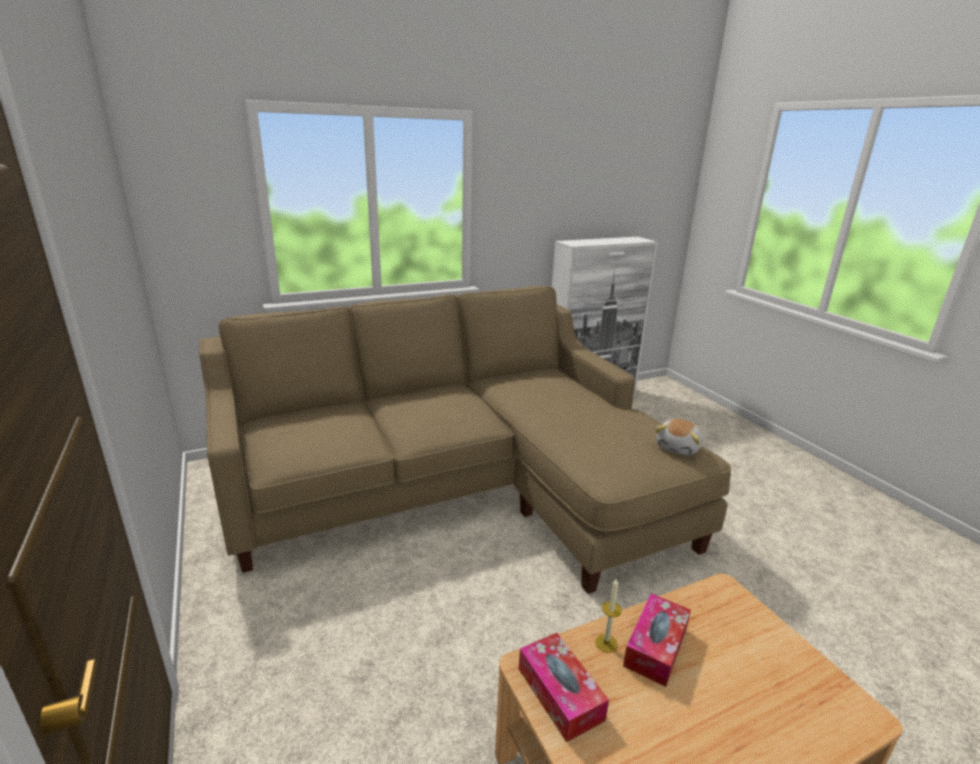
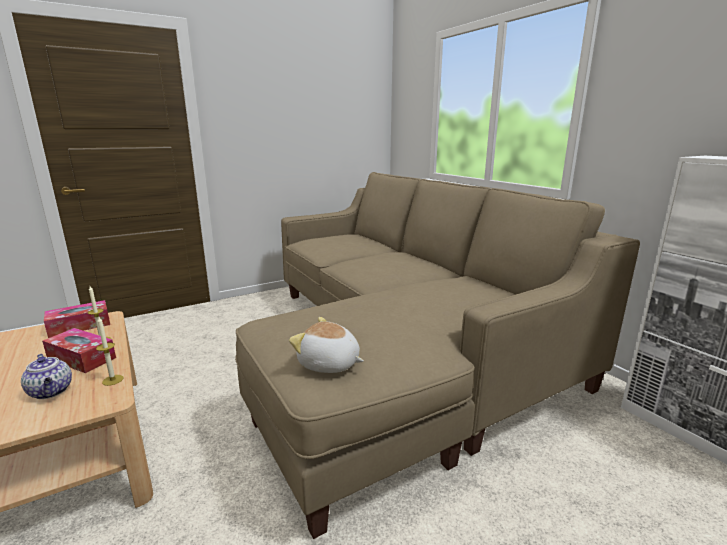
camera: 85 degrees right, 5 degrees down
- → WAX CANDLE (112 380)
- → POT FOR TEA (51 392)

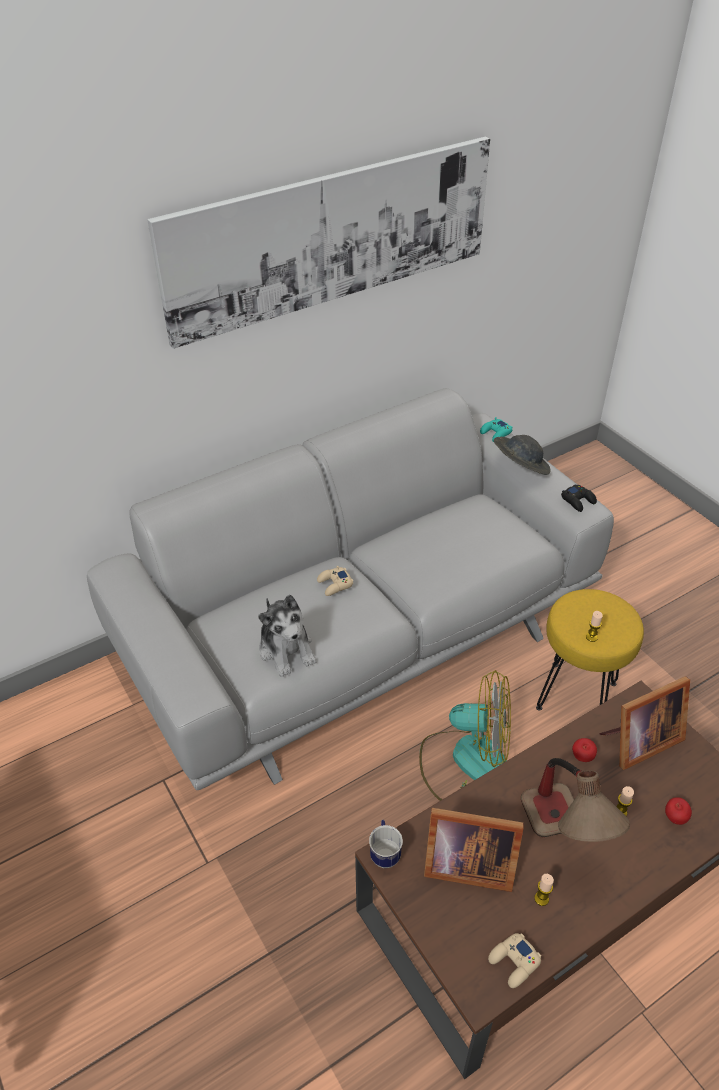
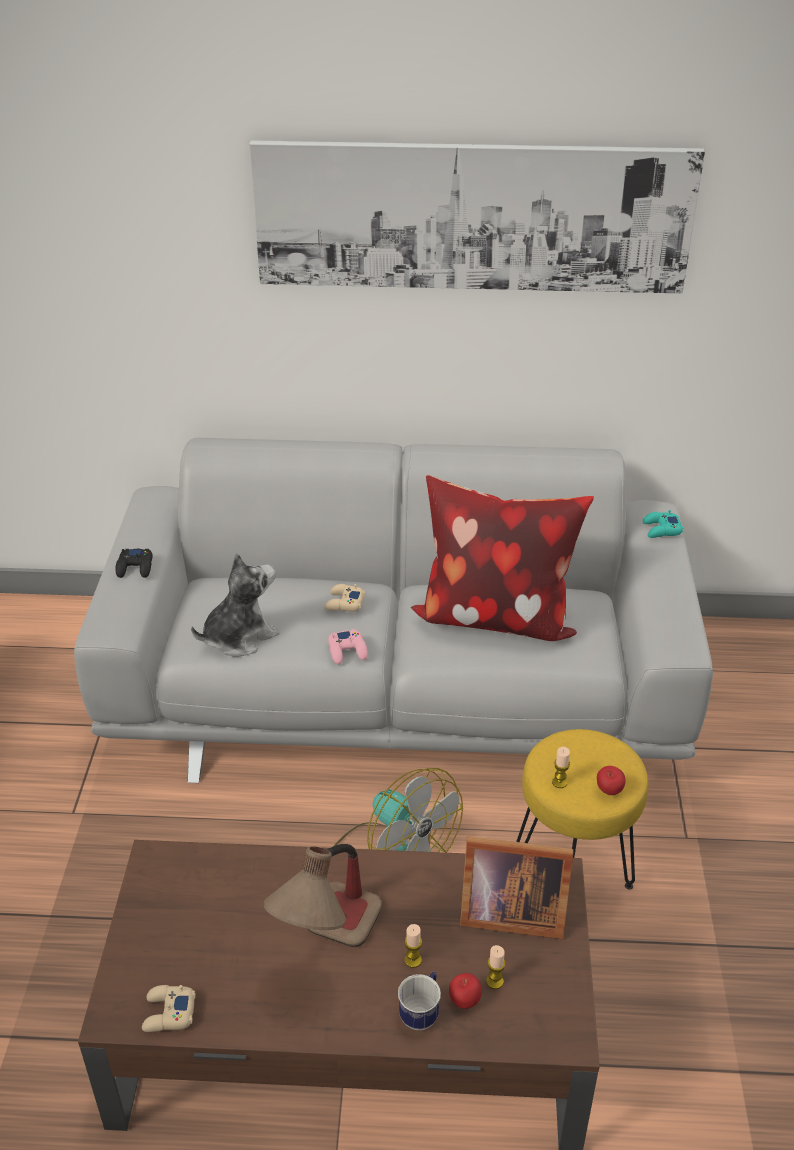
camera: 35 degrees right, 5 degrees down
GREYISH HAT (519 467) → -
BLACK-COLOURED JOYPAD (578 501) → BLACK-COLOURED JOYPAD (135 567), moved
SOFT TOY (287 649) → SOFT TOY (239 636), 135 degrees counterclockwise
APPLE FRUIT (582 758) → APPLE FRUIT (608 791), moved
PHOTO FRAME (465 863) → -
COFFEE MUG (384 852) → COFFEE MUG (421 1012), moved
WAX CANDLE (541 898) → WAX CANDLE (494 981), moved
- → THROW PILLOW (495 616)
- → PINKISH JOYPAD (347 651)

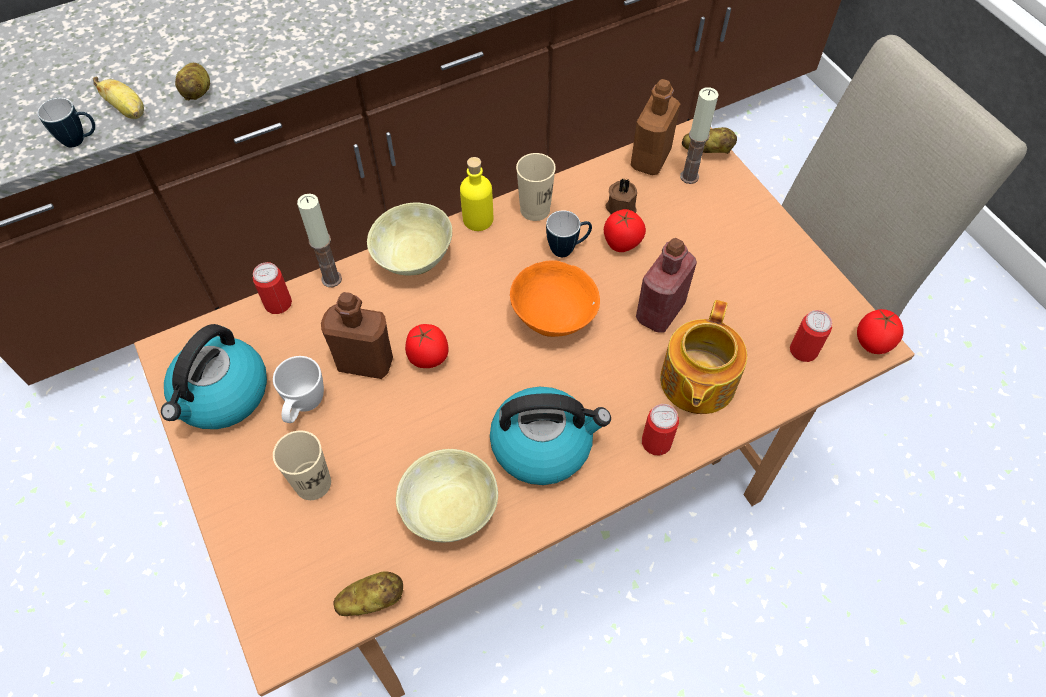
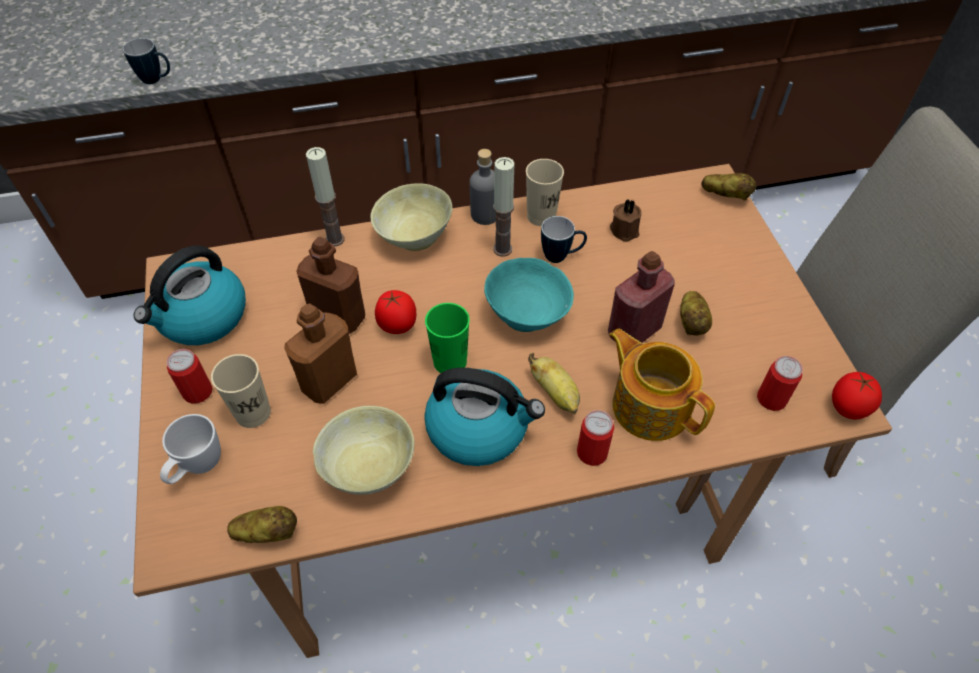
camera: 15 degrees right, 5 degrees down
POTATO (198 92) → POTATO (692 323), moved
BANANA (128 110) → BANANA (555 393), moved
BROWN BOTTLE (650 159) → BROWN BOTTLE (329 381), moved
WAX CANDLE (689 176) → WAX CANDLE (502 249), moved
YELLOW-COLOURED BOTTLE (478 219) → GREYISH BOTTLE (485 214)
TOMATO (622 243) → -
ORANGEY BOWL (554 319) → TURQUOISE-COLOURED BOWL (528 316)
CAN (278 303) → CAN (198 392), moved
POT FOR TEA (696 382) → POT FOR TEA (650 405), 105 degrees clockwise
WHITE-COLOURED COFFEE MUG (304 407) → WHITE-COLOURED COFFEE MUG (197 468), moved
- → GREENISH DRINKING CUP (450 361)

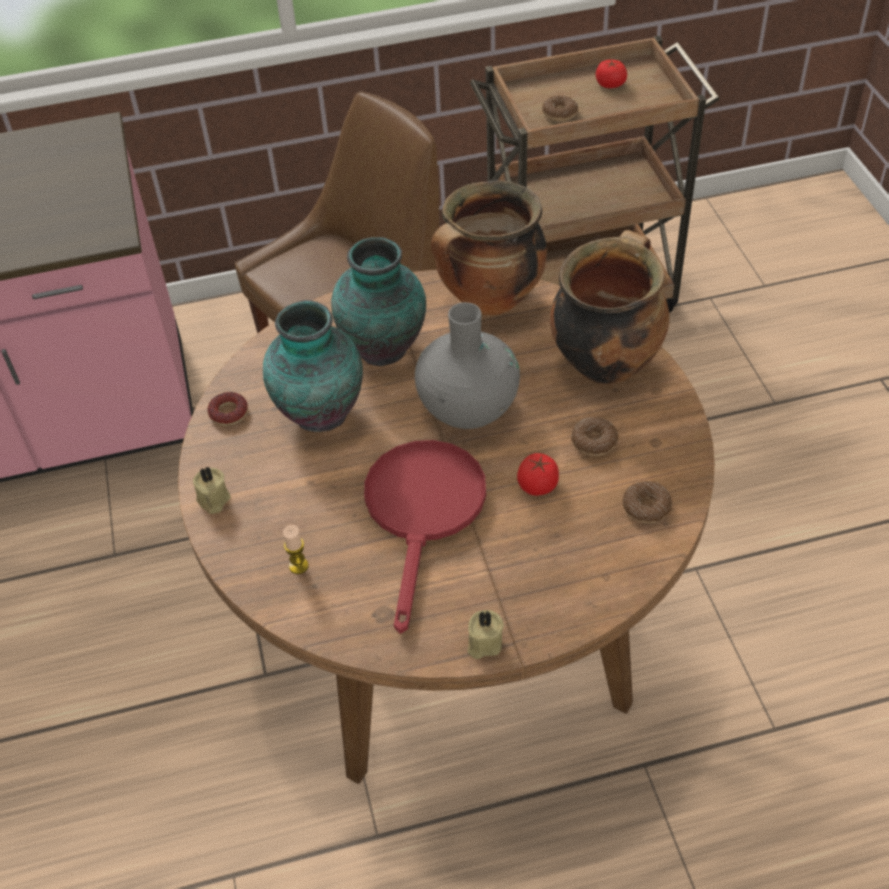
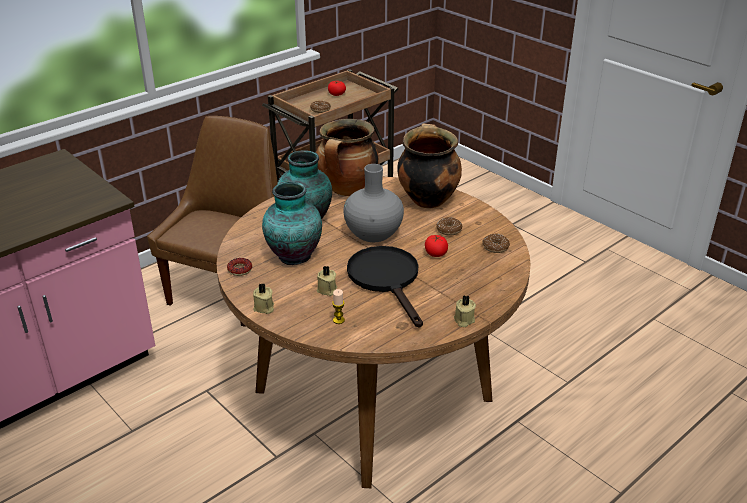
camera: 30 degrees left, 15 degrees down
REDDISH PAN (424 512) → BLACK-COLOURED PAN (387 280)
- → BEIGE WAX CANDLE (327 290)

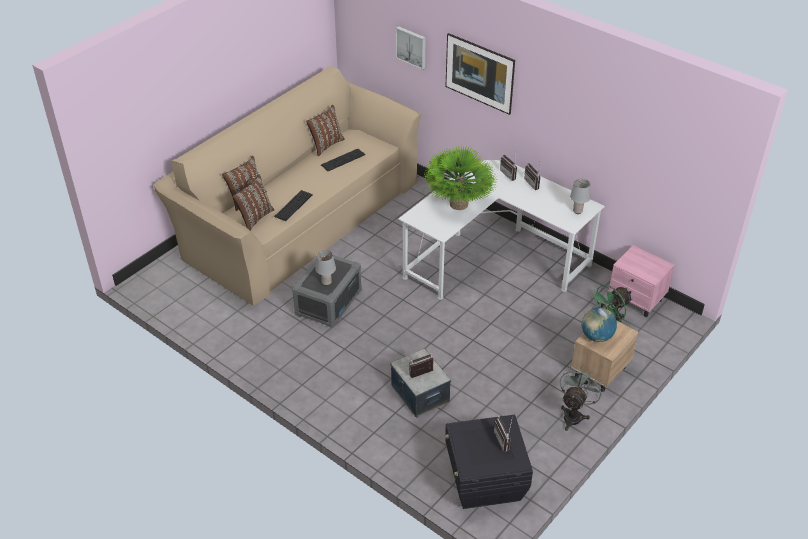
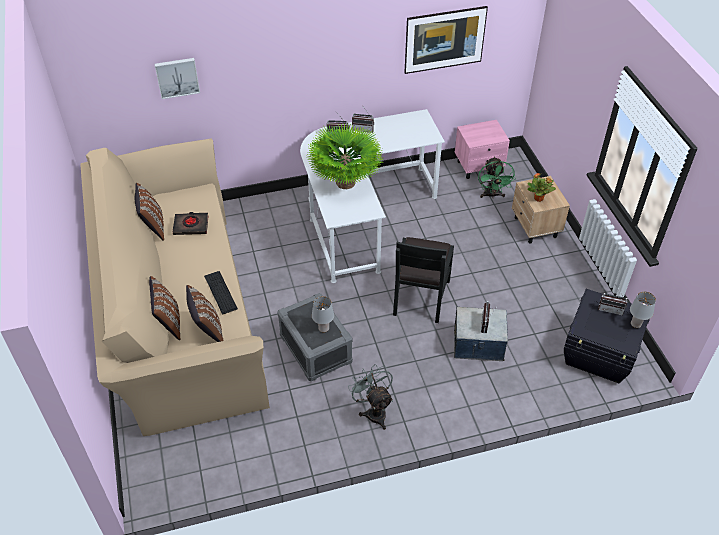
camera: 55 degrees left, 5 degrees up
WALL PICTURE (478 86) → WALL PICTURE (443 53), moved
COMPUTER KEYBOARD (343 160) → BLACK-COLOURED BOOK (191 226)
GREYISH TABLE LAMP (578 211) → GREYISH TABLE LAMP (635 324), moved
GLOBE (596 336) → PLANT IN A POT (539 199)
GREYISH FAN (574 414) → GREYISH FAN (374 411), moved
- → BLACK-COLOURED PLAIN CHAIR (420 297)

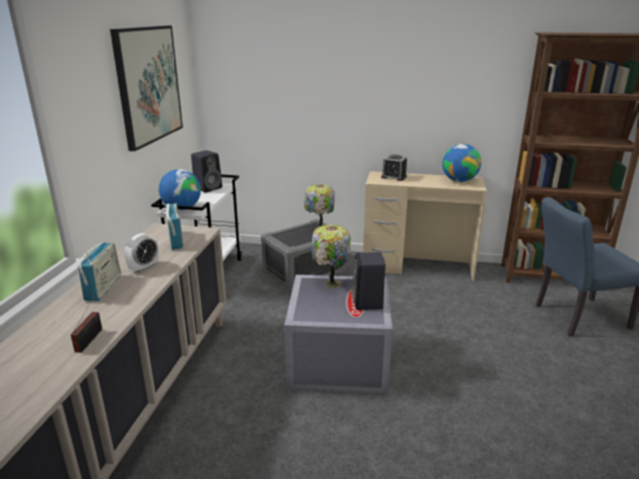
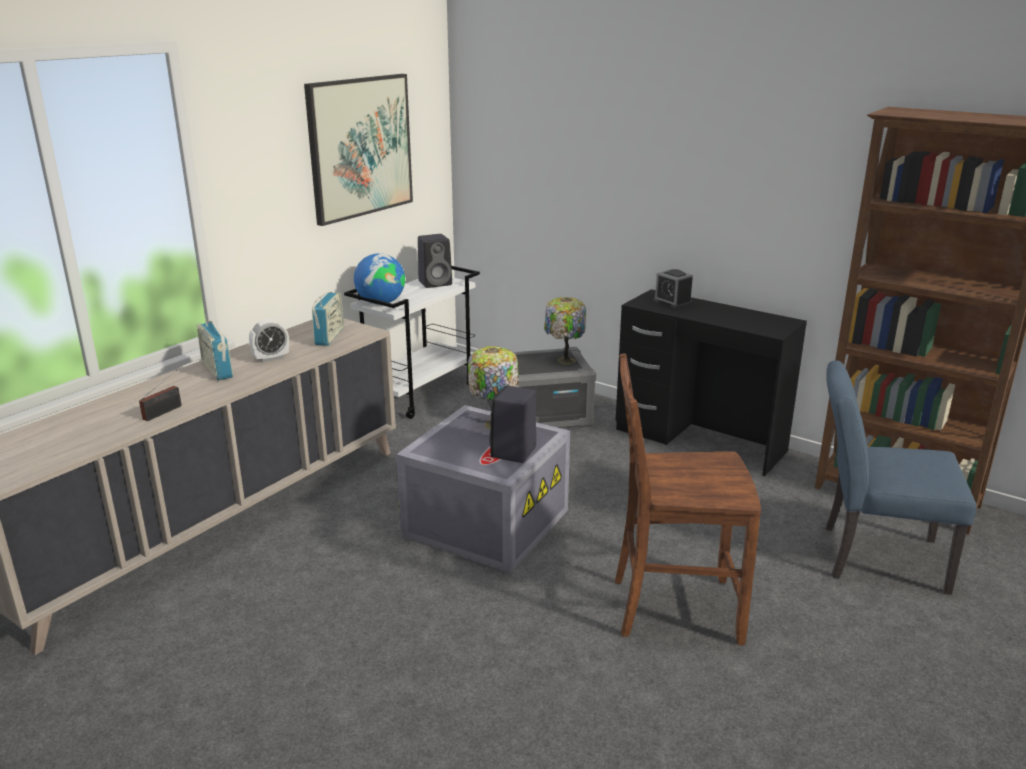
camera: 25 degrees right, 0 degrees up
GLOBE (459 181) → -
BEIGE DESK TABLE (417 266) → BLACK-COLOURED DESK TABLE (700 440)
RADIO RECEIVER (103 287) → RADIO RECEIVER (217 370), 120 degrees clockwise
- → BROWN PLAIN CHAIR (672 608)

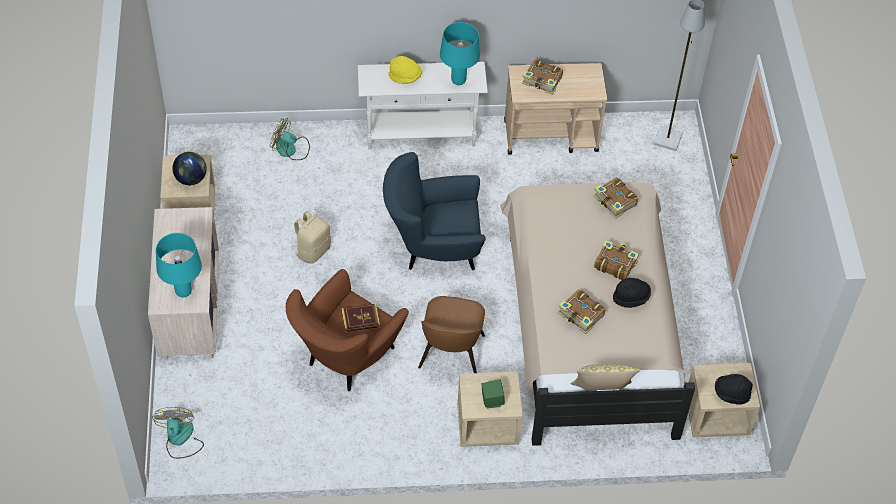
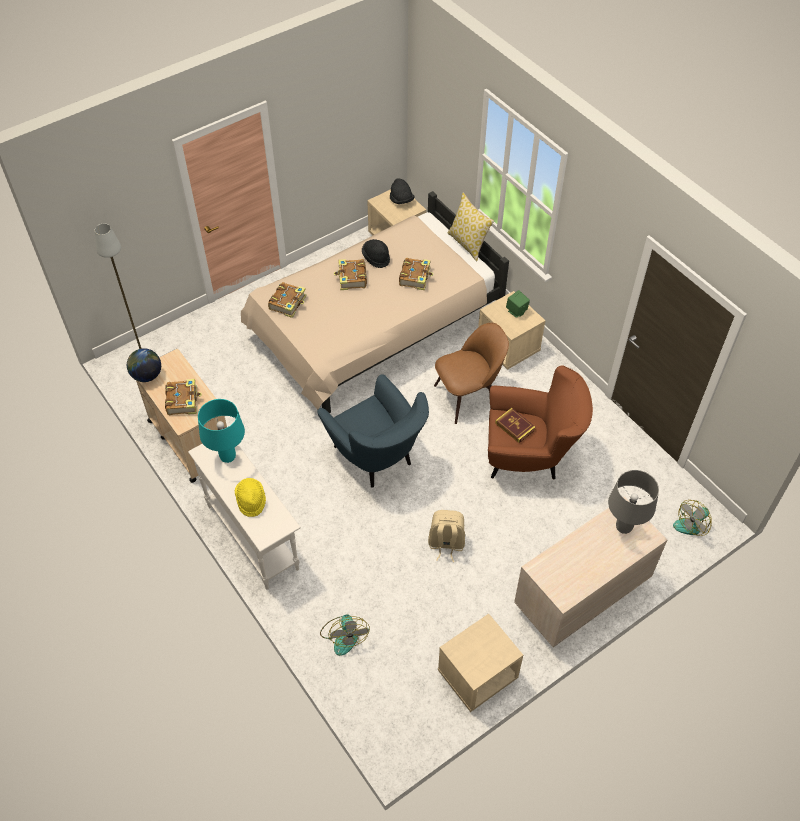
camera: 120 degrees left, 0 degrees up
GLOBE (191 179) → GLOBE (147 375), moved
TURQUOISE-COLOURED TABLE LAMP (183 292) → GREYISH TABLE LAMP (624 527)

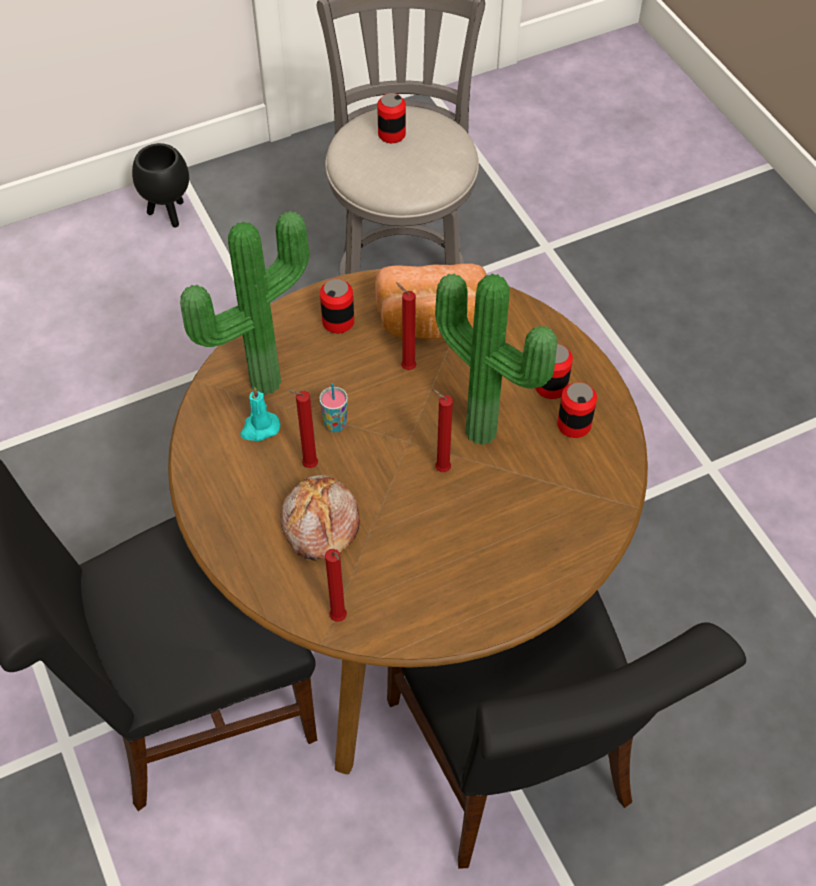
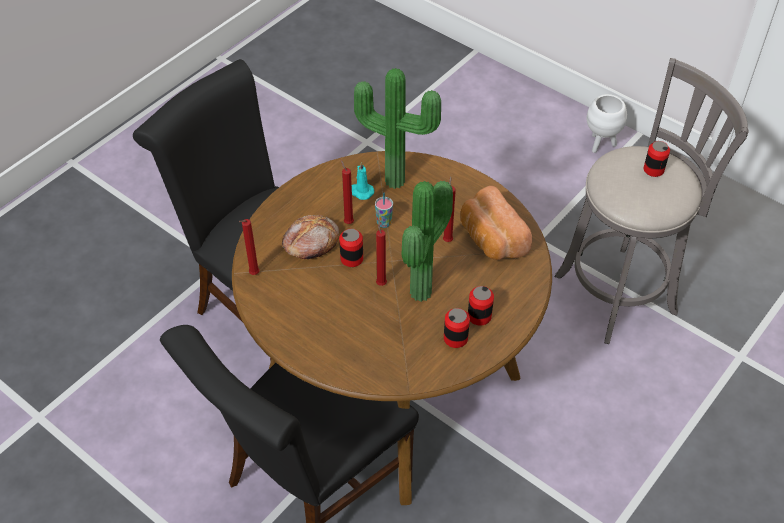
camera: 65 degrees right, 5 degrees down
BLACK-COLOURED PLANT POT (169 214) → WHITE-COLOURED PLANT POT (601 144)
CAN (338 322) → CAN (351 259), moved

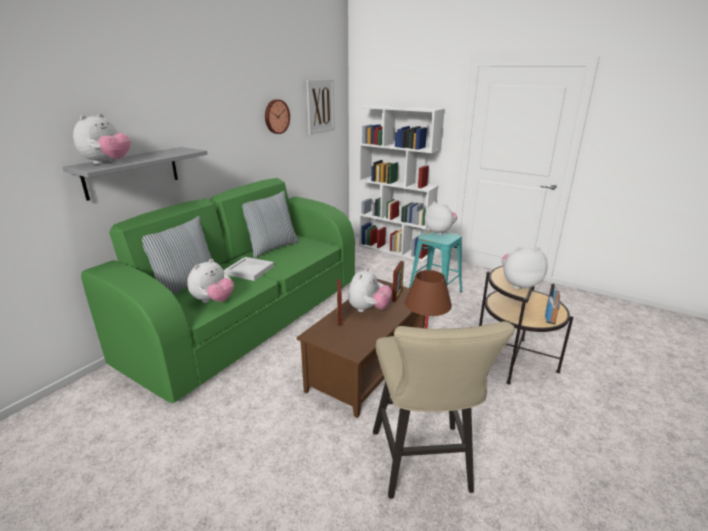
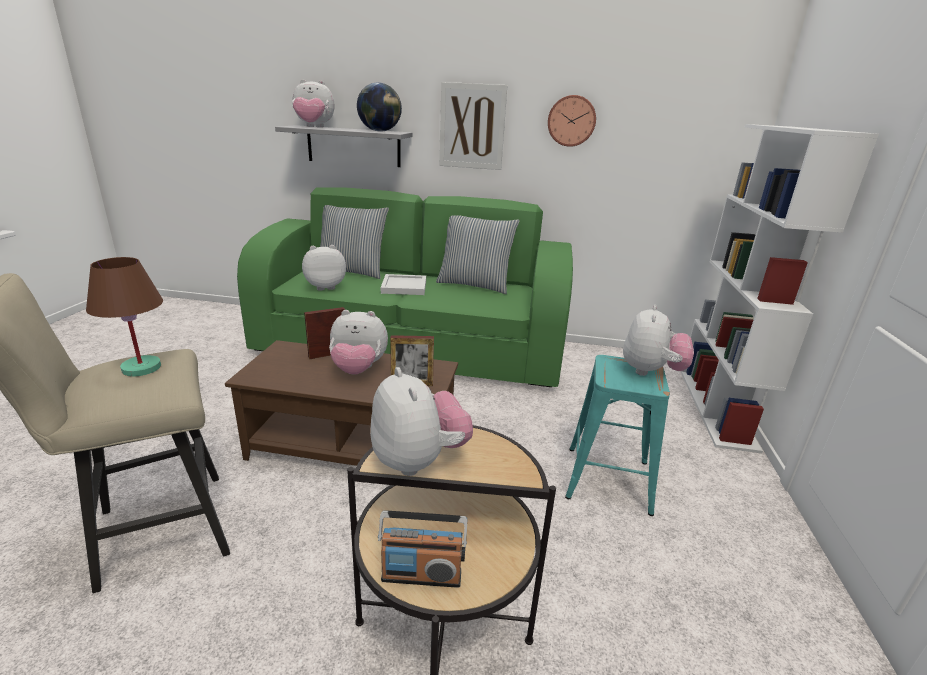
camera: 65 degrees right, 0 degrees up
WALL PICTURE (320 106) → WALL PICTURE (472 126), moved
SOFT TOY (213 301) → SOFT TOY (325 287), 150 degrees clockwise
- → GLOBE (379 131)

